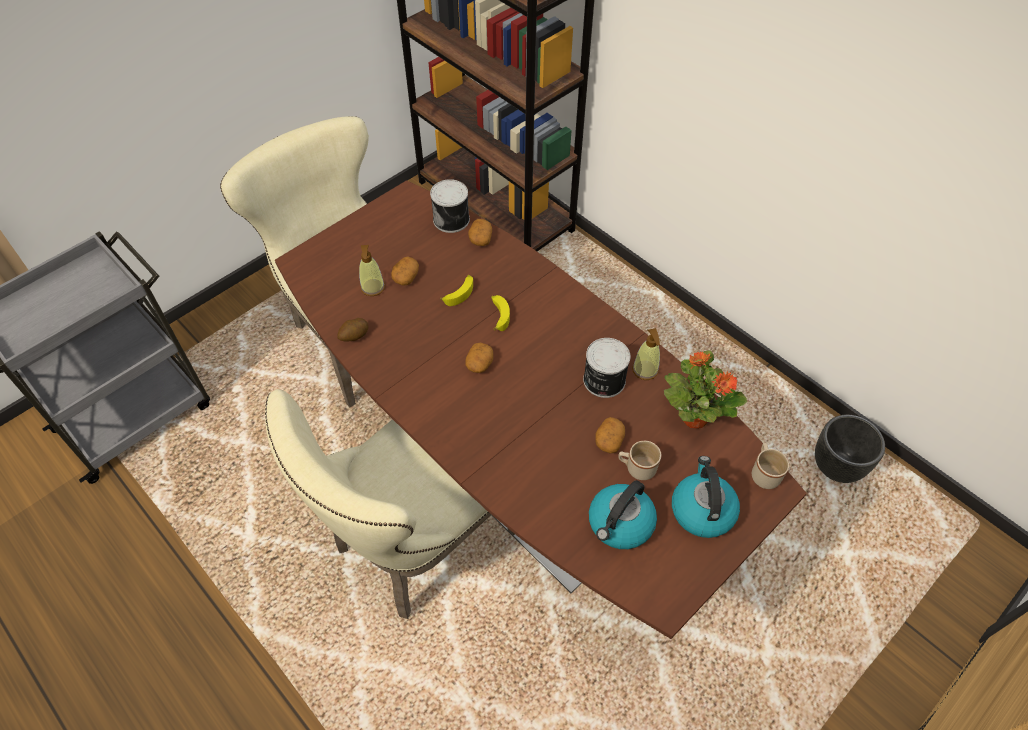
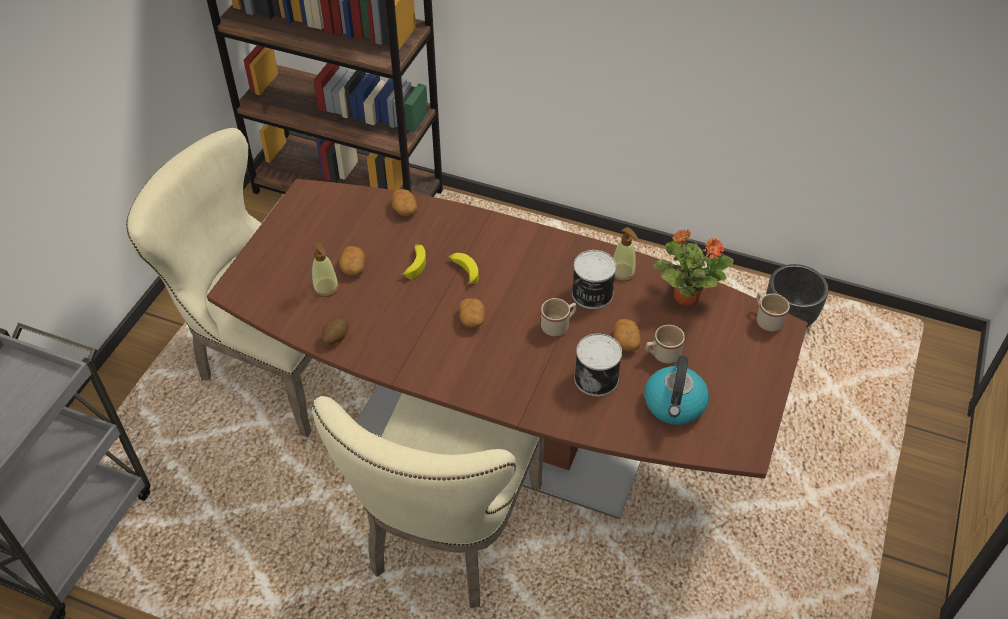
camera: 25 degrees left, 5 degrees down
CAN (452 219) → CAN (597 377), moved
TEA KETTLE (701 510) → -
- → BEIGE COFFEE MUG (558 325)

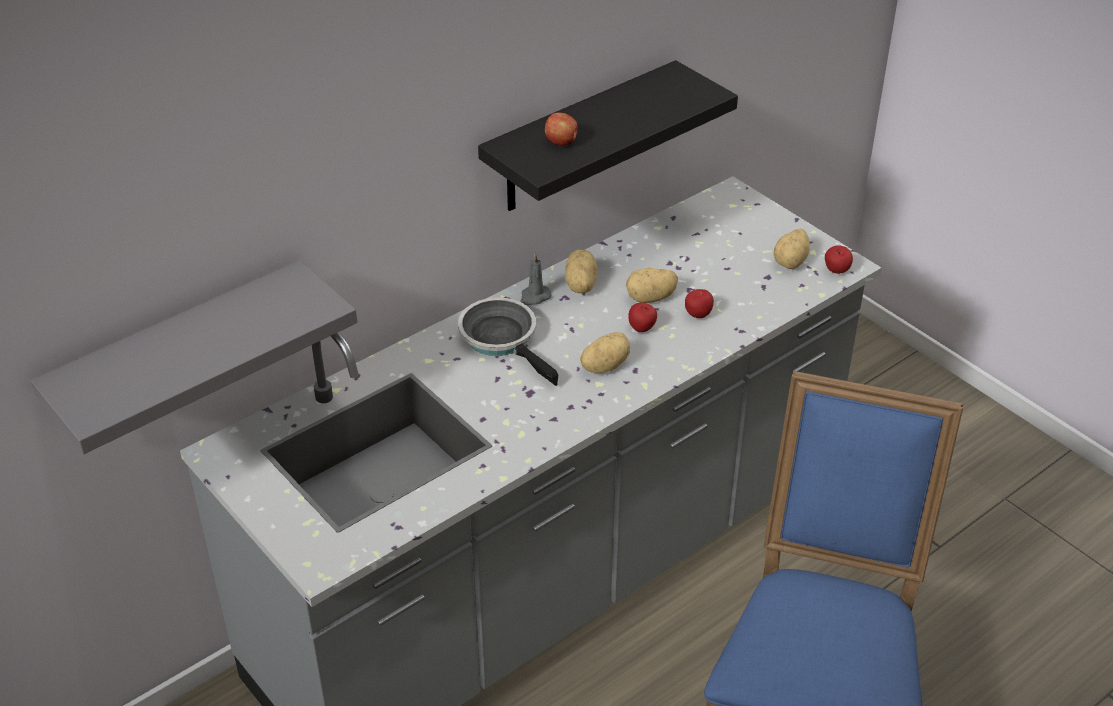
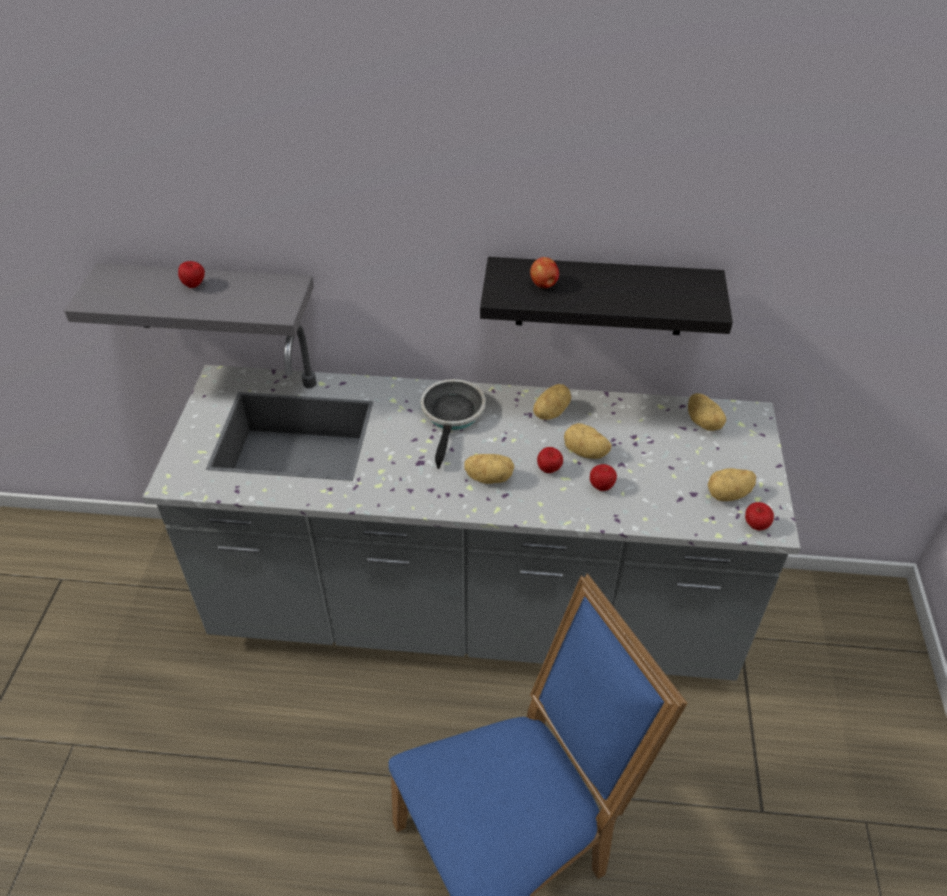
camera: 45 degrees right, 5 degrees up
GREYISH WAX CANDLE (534 297) → -
- → APPLE FRUIT (194 285)
- → POTATO (704 422)

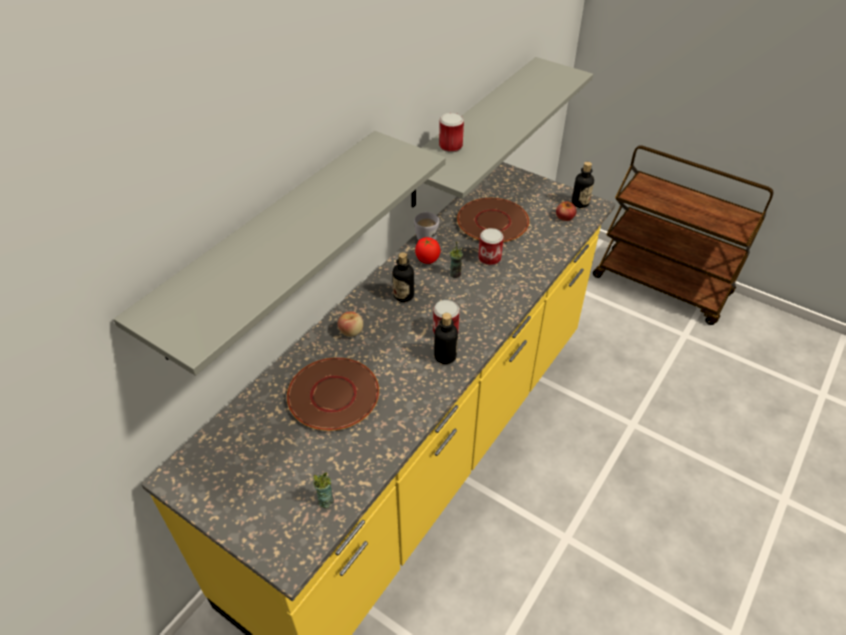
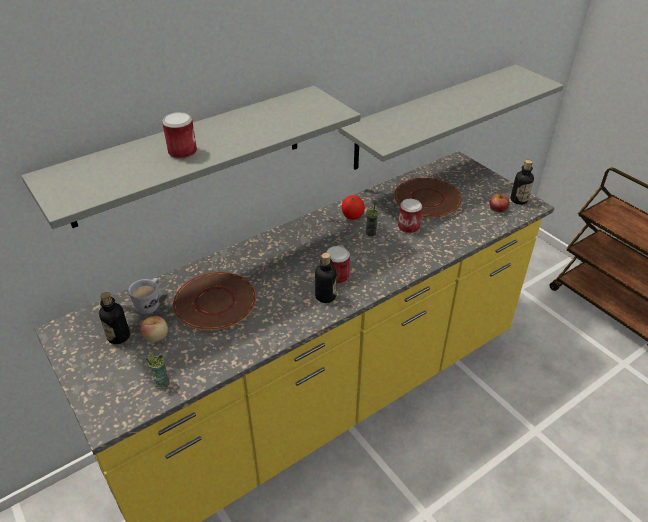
camera: 20 degrees right, 5 degrees down
CAN (450 146) → CAN (182 152), moved
WHITE-COLOURED COFFEE MUG (426 235) → WHITE-COLOURED COFFEE MUG (150 304), moved
BOTTLE (403 295) → BOTTLE (119 336), moved
APPLE FRUIT (351 331) → APPLE FRUIT (156 337), moved

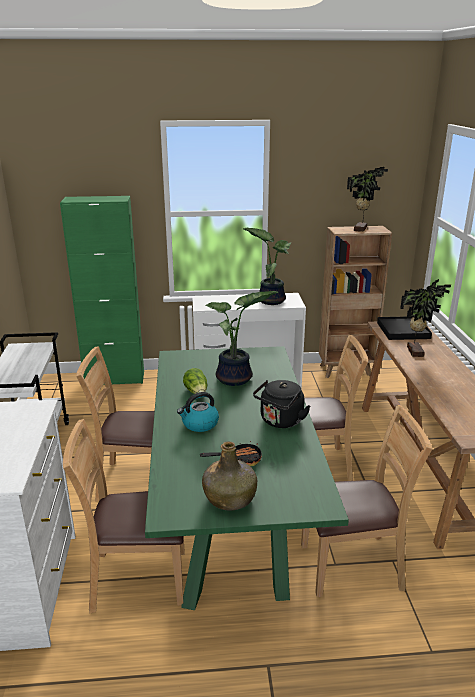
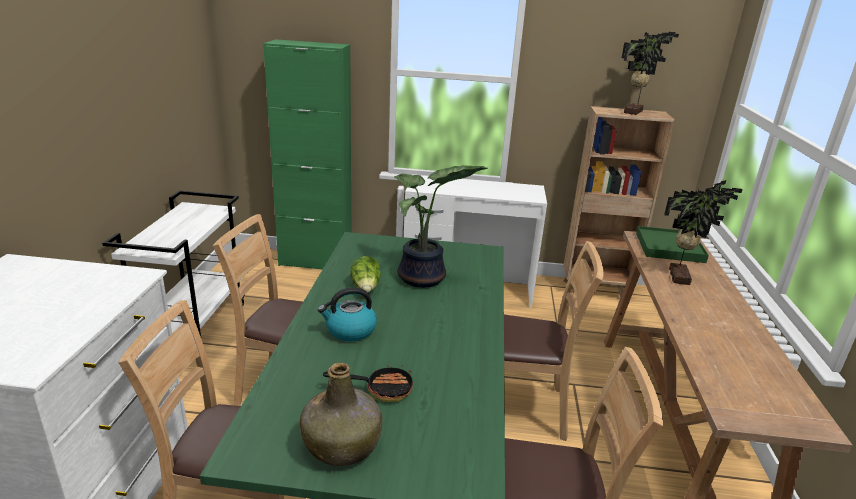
camera: 10 degrees right, 0 degrees up
PLANT IN A POT (270 300) → -
BLACK-COLOURED TRAY (403 330) → GREENISH TRAY (669 247)
BLACK-COLOURED TEA KETTLE (280 421) → -

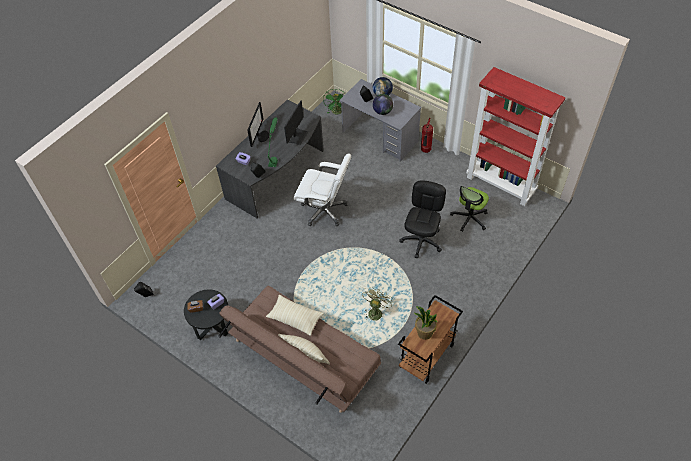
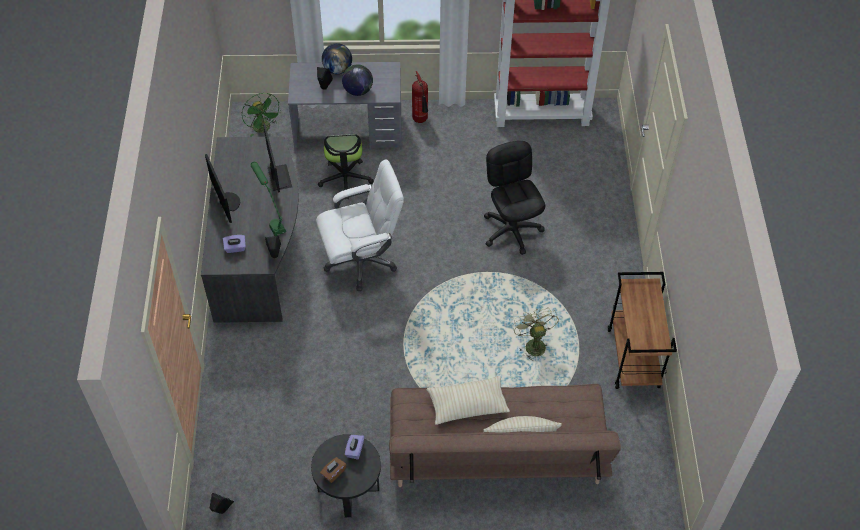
camera: 40 degrees left, 0 degrees up
DESK CHAIR (469 218) → DESK CHAIR (345 179), moved
PLANT IN A POT (424 333) → -

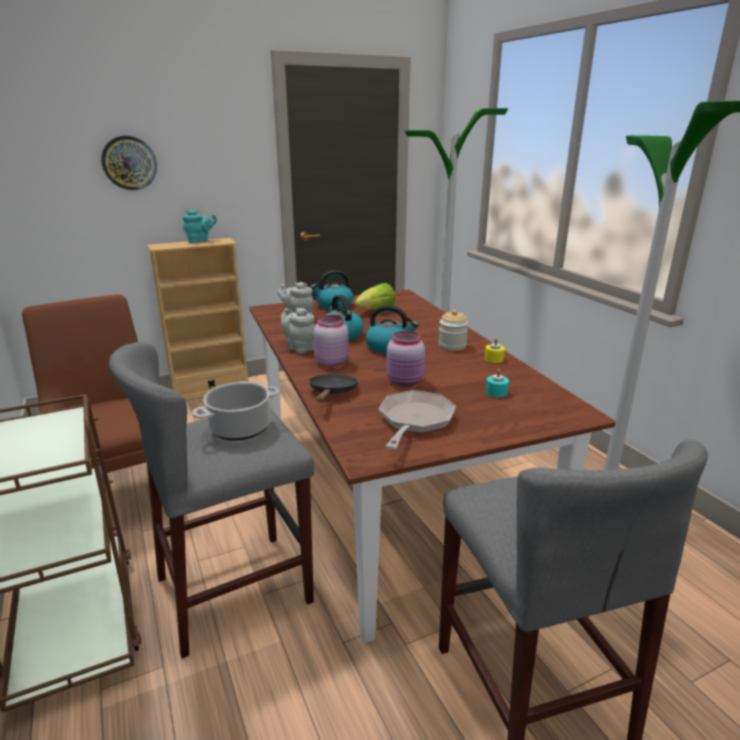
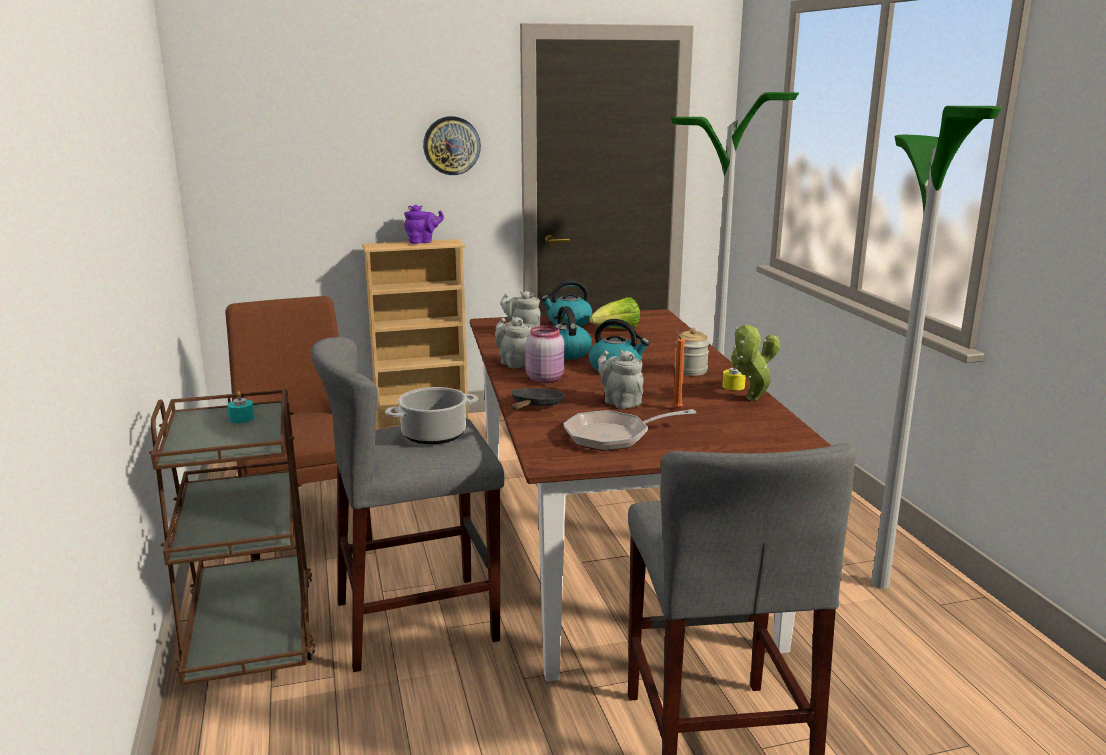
camera: 10 degrees right, 5 degrees down
WALL CLOCK (129 163) → WALL CLOCK (451 145), moved
TURQUOISE-COLOURED POT FOR TEA (200 241) → PURPLE POT FOR TEA (423 242)
PINKISH PRESERVE JAR (406 382) → GREYISH POT FOR TEA (620 402)
TURQUOISE-COLOURED WAX CANDLE (496 392) → TURQUOISE-COLOURED WAX CANDLE (241 418), moved
PAN (414 421) → PAN (613 436), 135 degrees counterclockwise
- → PLANT IN A POT (751 400)
- → ORANGEY WAX CANDLE (676 408)

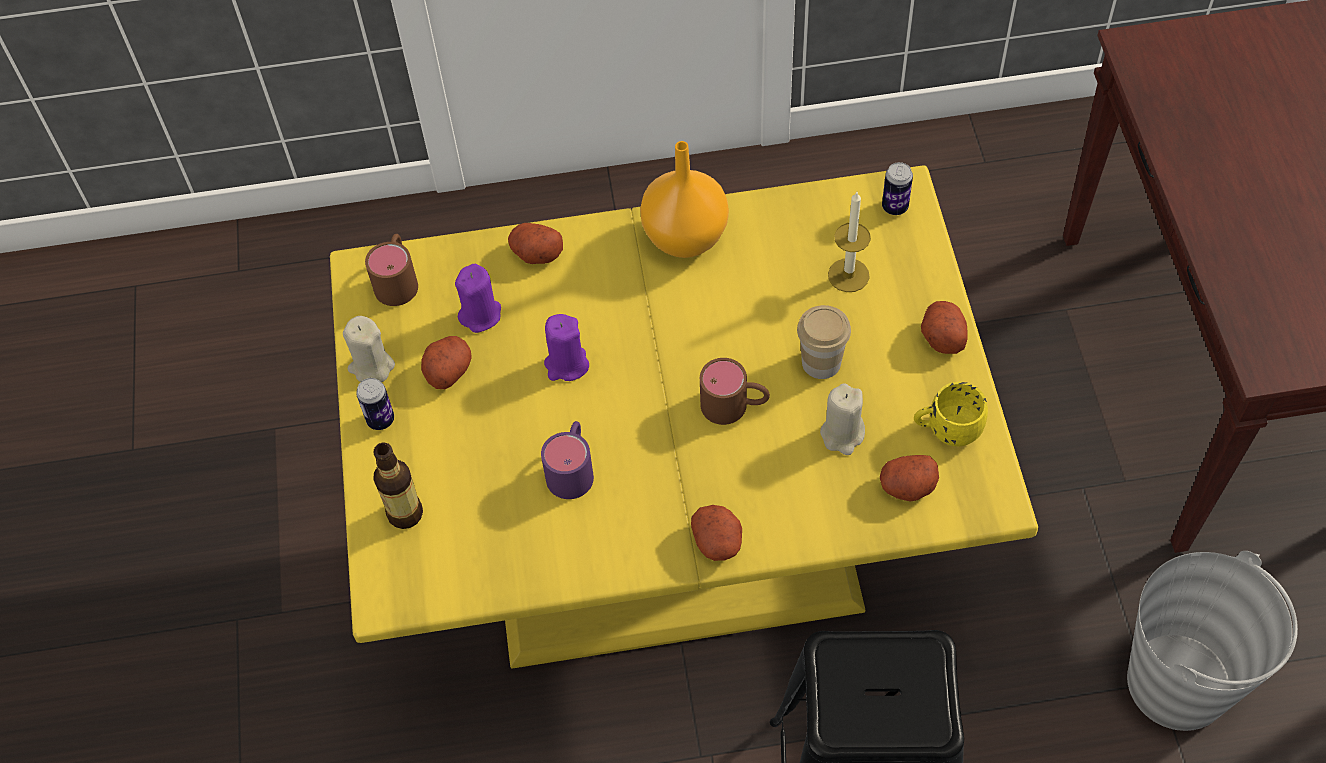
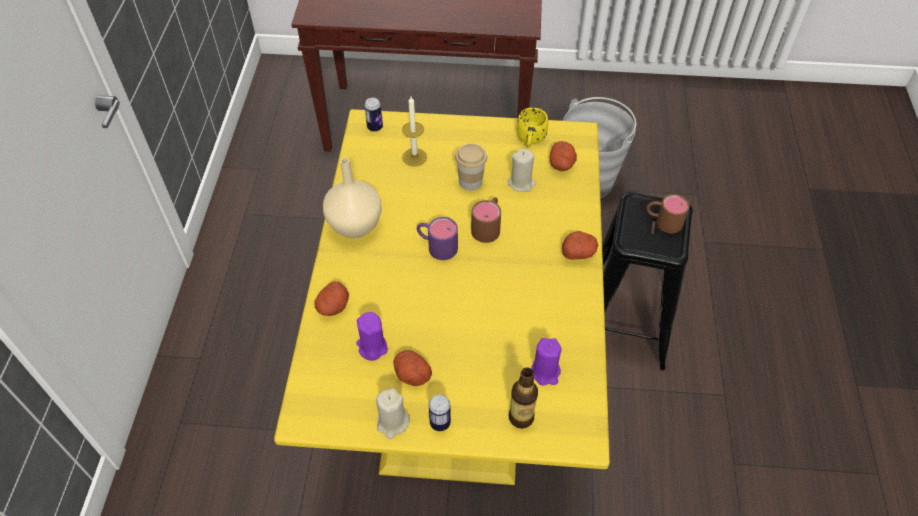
camera: 80 degrees left, 5 degrees down
ORANGEY DECORATIVE VASE (685 239) → BEIGE DECORATIVE VASE (356 225)
BROWN COFFEE MUG (398 279) → BROWN COFFEE MUG (663 221), moved
POTATO (942 336) → -
PURPLE WAX CANDLE (566 364) → PURPLE WAX CANDLE (545 372), moved
PURPLE COFFEE MUG (572 468) → PURPLE COFFEE MUG (436 246), moved

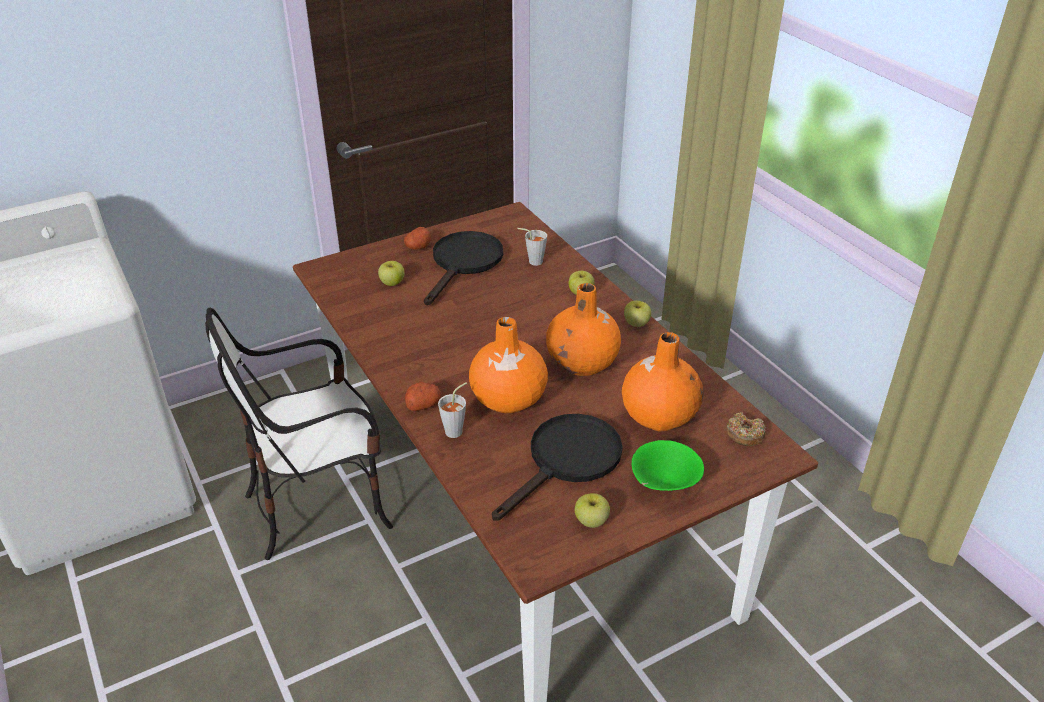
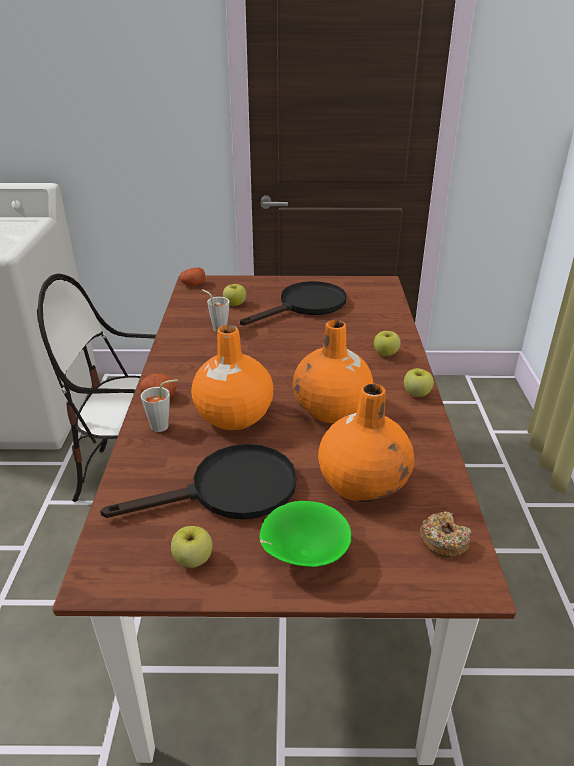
camera: 30 degrees right, 5 degrees down
POTATO (418 247) → POTATO (193 284), moved
GREYISH DRINKING CUP (532 261) → GREYISH DRINKING CUP (217 328), moved

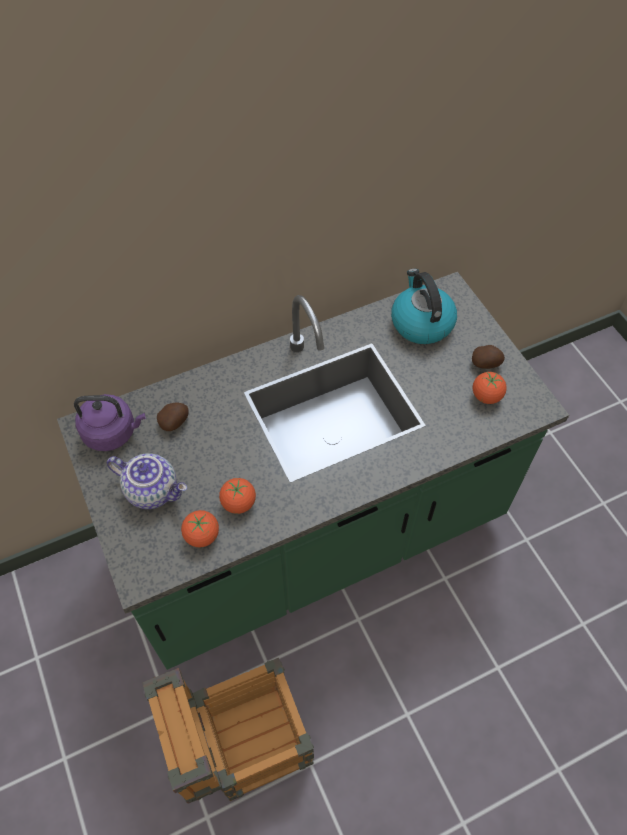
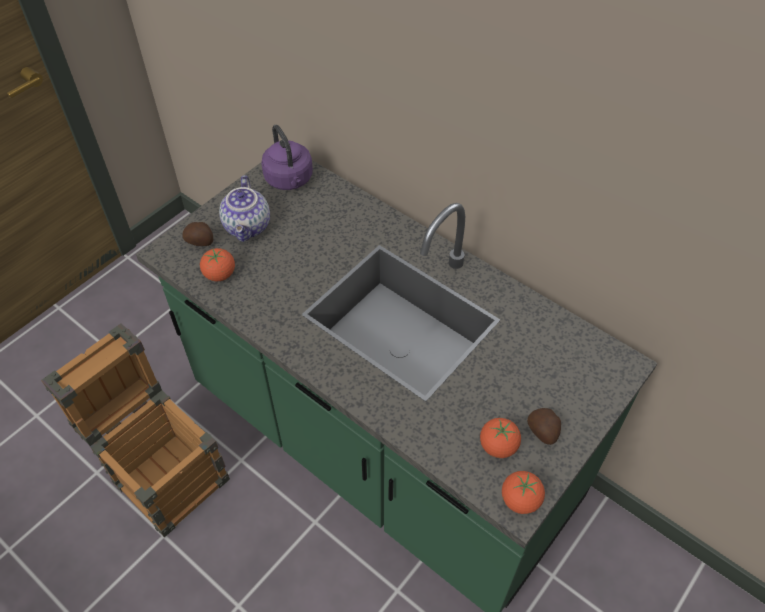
camera: 65 degrees right, 5 degrees down
TEA KETTLE (421 323) → -
POTATO (175 422) → POTATO (200 242), moved
TOMATO (238 503) → TOMATO (520 500), moved

